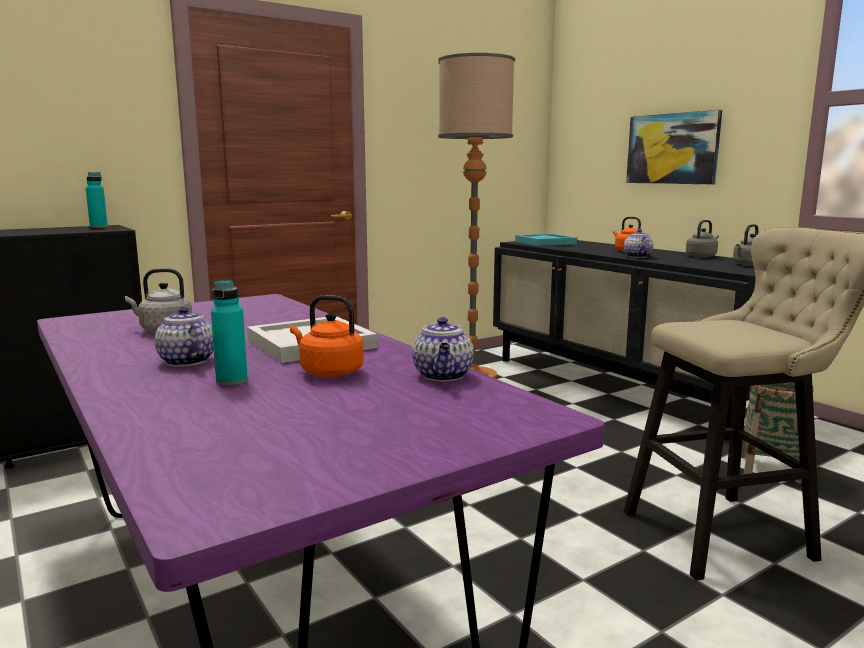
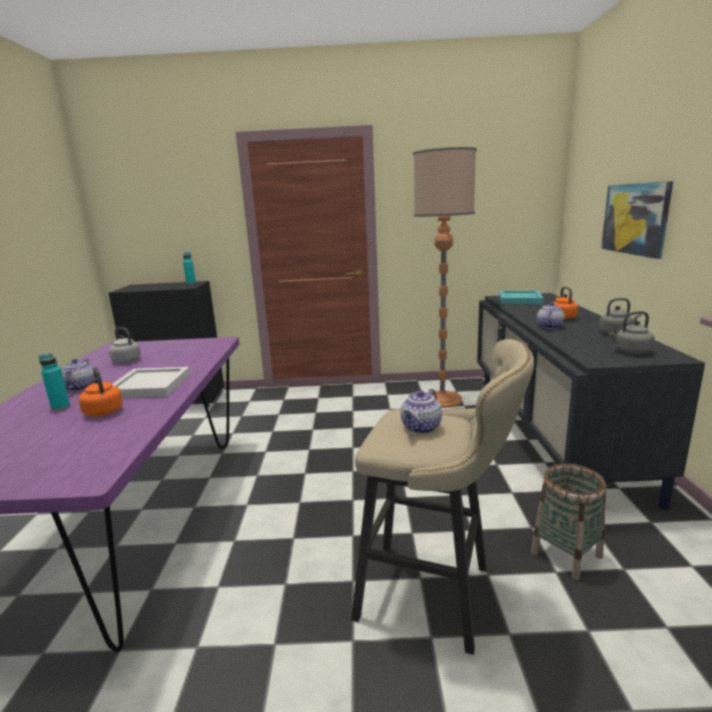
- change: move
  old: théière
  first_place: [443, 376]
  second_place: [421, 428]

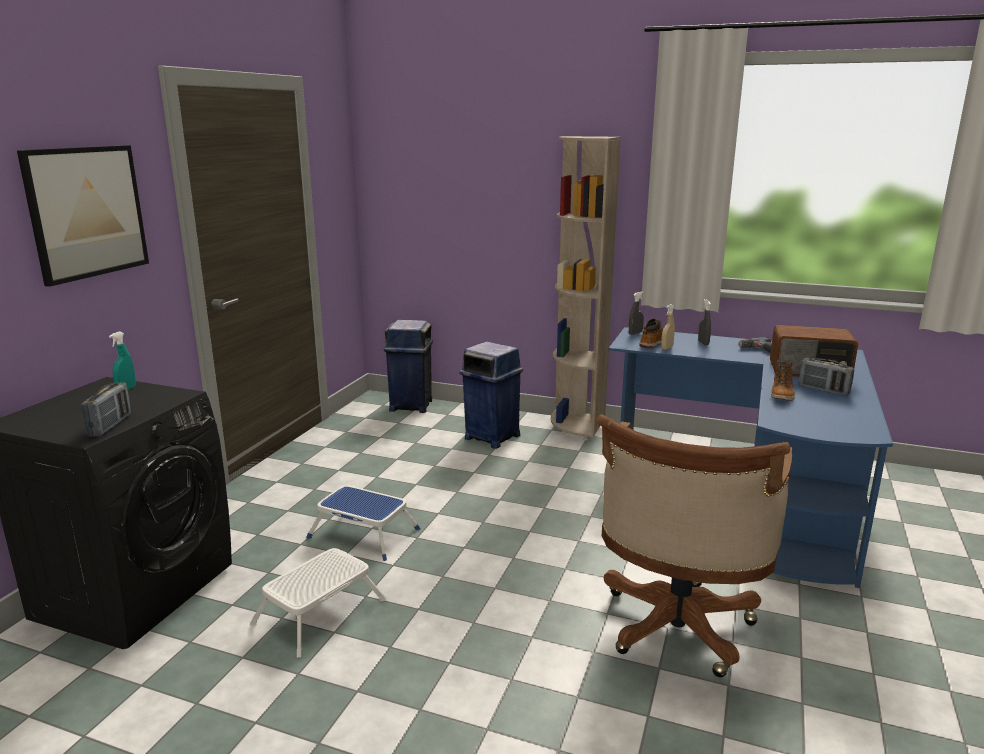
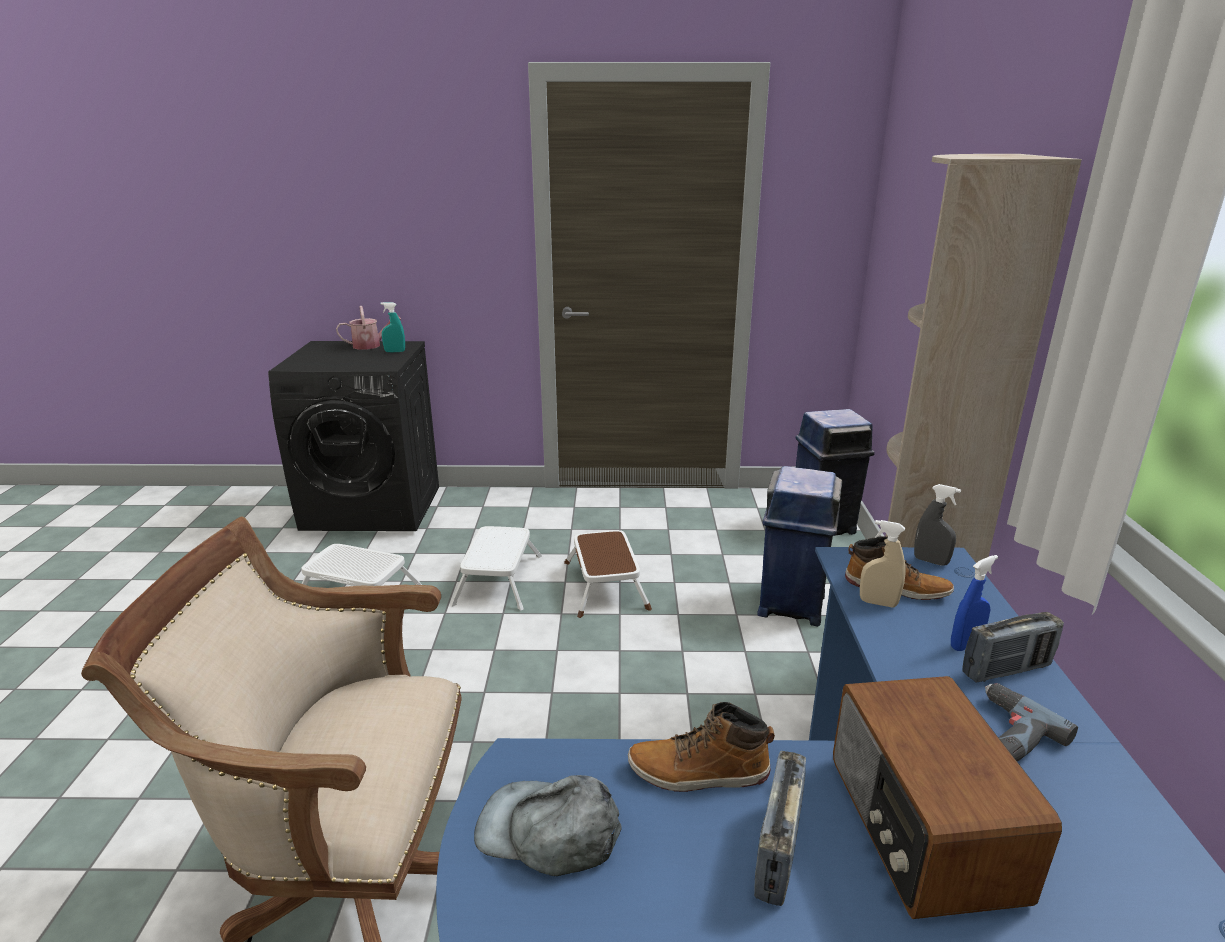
- change: insert
  new: arrosoir
  second_place: [371, 345]
- change: recolor
  old: escabeau [bleu]
  new: escabeau [blanc]
  first_place: [363, 533]
  second_place: [497, 579]
- change: insert
  new: casquette [gris]
  second_place: [548, 831]
- change: insert
  new: escabeau [marron]
  second_place: [605, 585]
- change: recolor
  old: vaporisateur [gris]
  new: vaporisateur [bleu]
  first_place: [703, 343]
  second_place: [965, 644]
- change: move
  old: radio
  first_place: [110, 425]
  second_place: [1006, 670]
- change: delete
  old: tableau
  first_place: [87, 212]

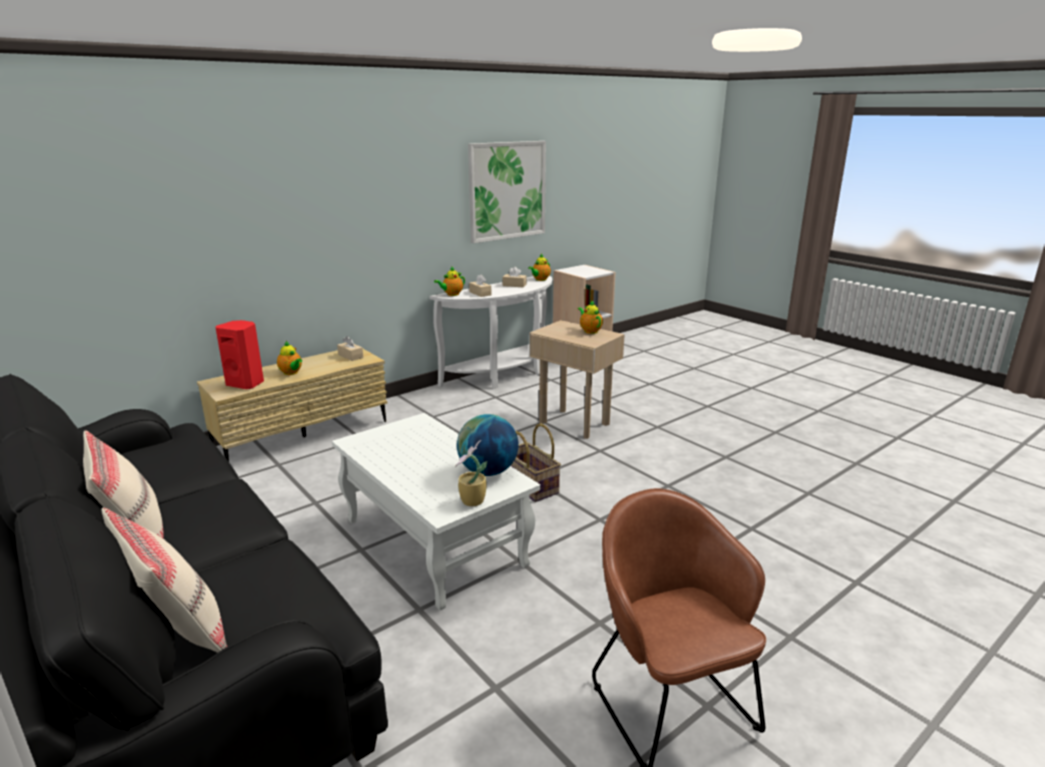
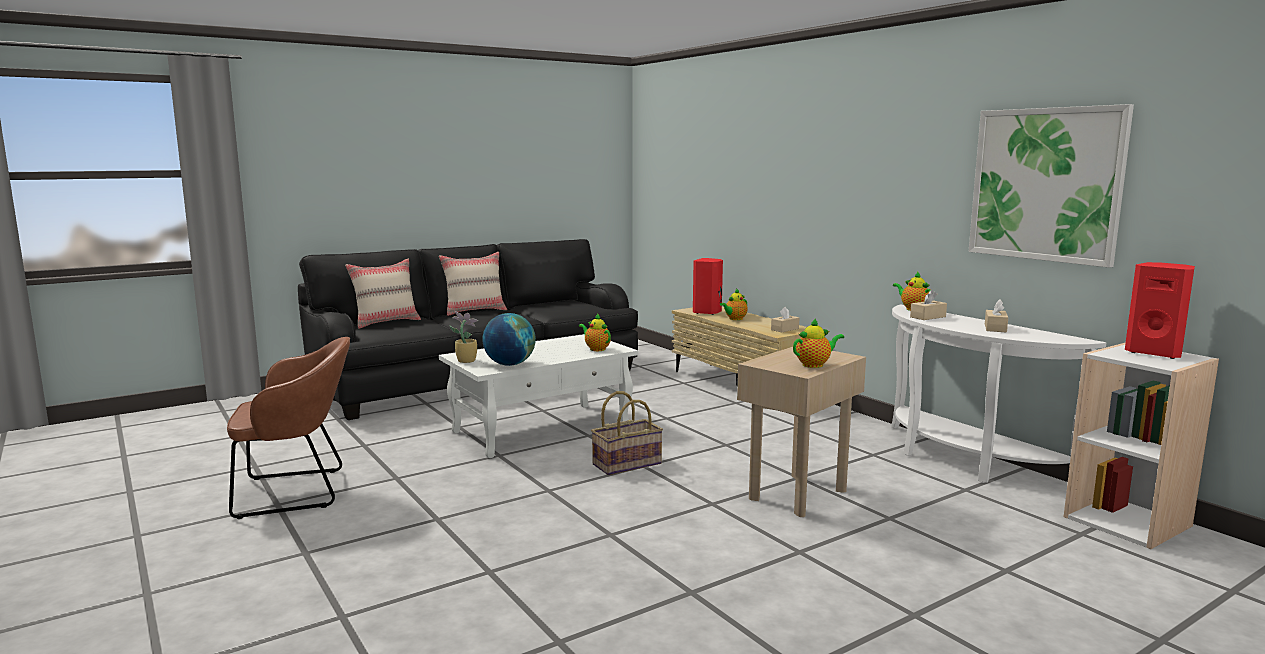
- change: move
  old: théière
  first_place: [540, 279]
  second_place: [596, 349]
- change: insert
  new: enceinte [rouge]
  second_place: [1155, 353]

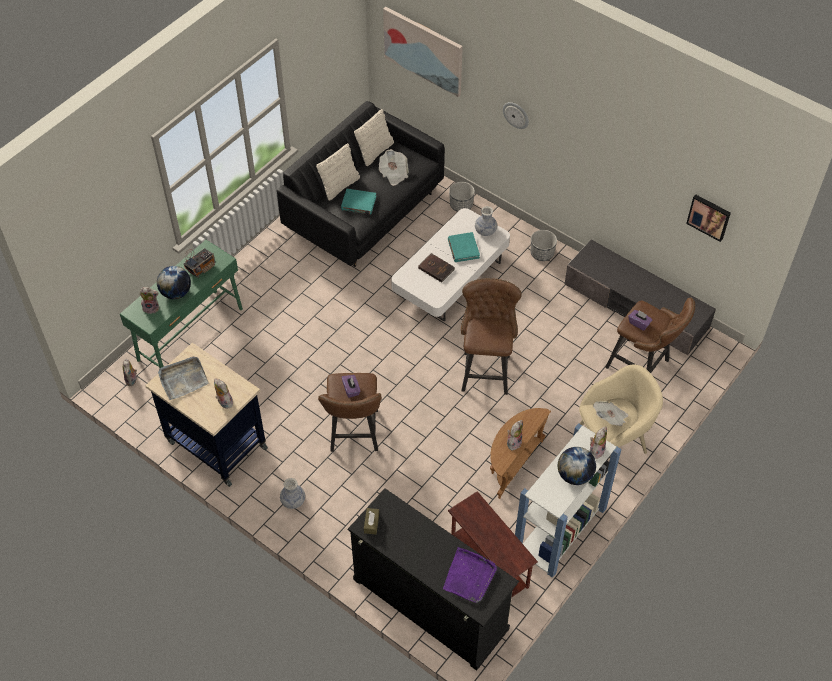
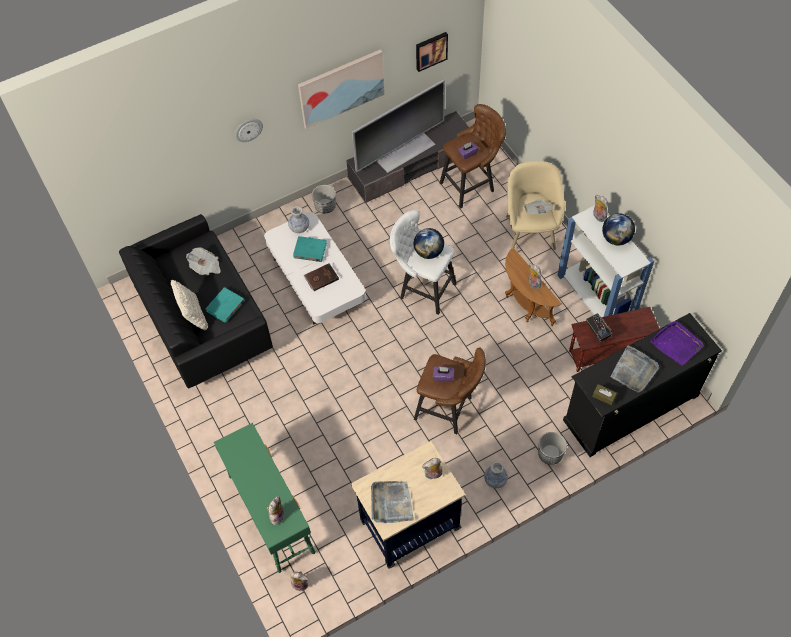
- change: move
  old: tableau
  first_place: [423, 50]
  second_place: [341, 88]
- change: insert
  new: téléviseur
  second_place: [405, 152]
- change: recolor
  old: tabouret [marron]
  new: tabouret [blanc]
  first_place: [486, 366]
  second_place: [422, 288]
- change: move
  old: globe
  first_place: [176, 292]
  second_place: [428, 252]
- change: move
  old: cache-pot
  first_place: [461, 205]
  second_place: [550, 454]
- change: move
  old: radio
  first_place: [201, 268]
  second_place: [597, 332]
- change: insert
  new: plateau [gris]
  second_place: [634, 371]
- change: delete
  old: coussin [beige]
  first_place: [375, 152]

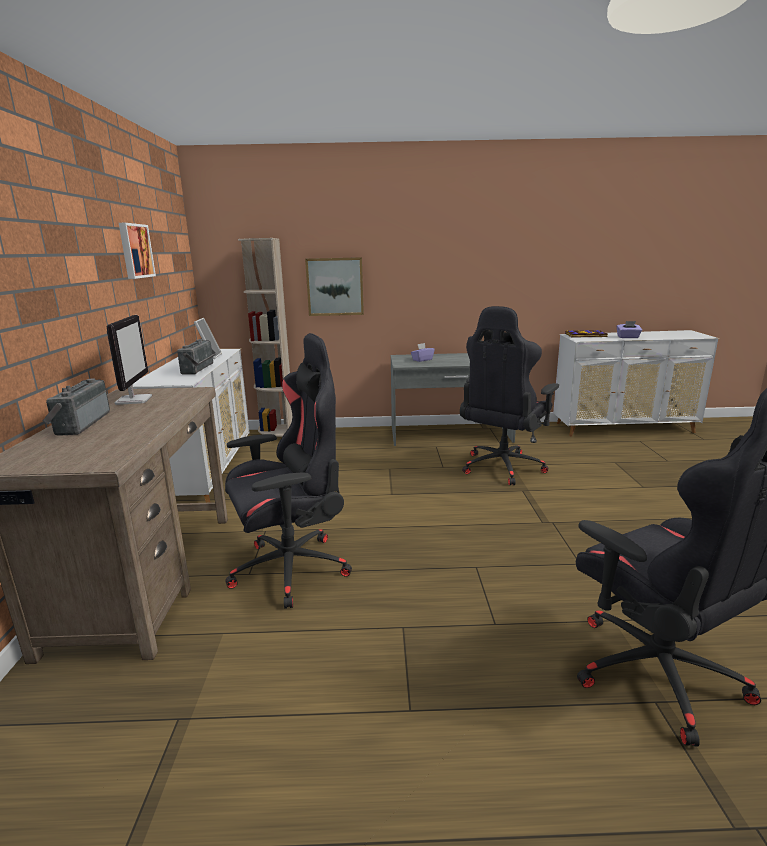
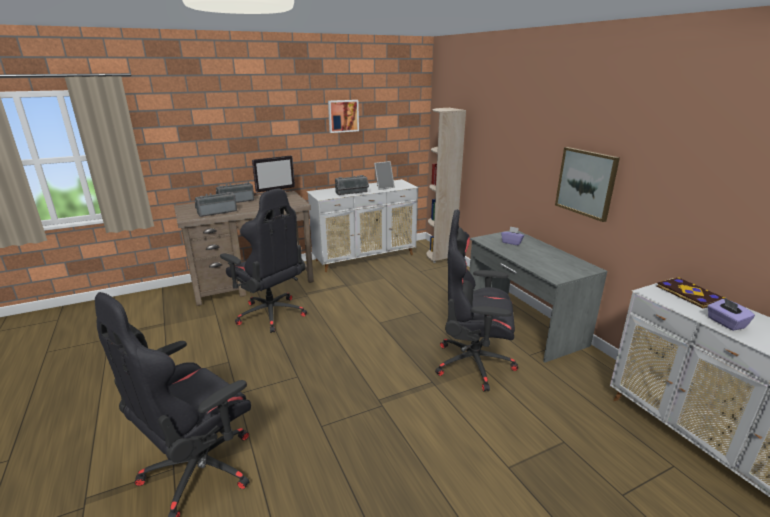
- change: insert
  new: radio
  second_place: [217, 212]
- change: move
  old: tableau
  first_place: [335, 286]
  second_place: [586, 183]

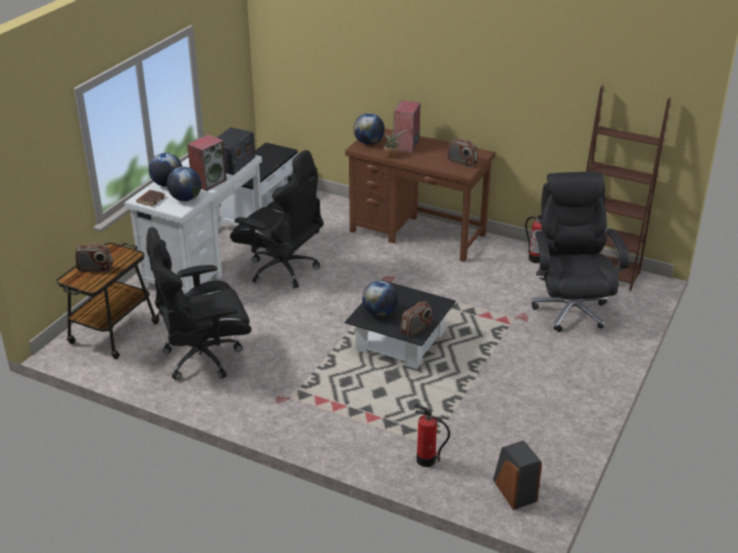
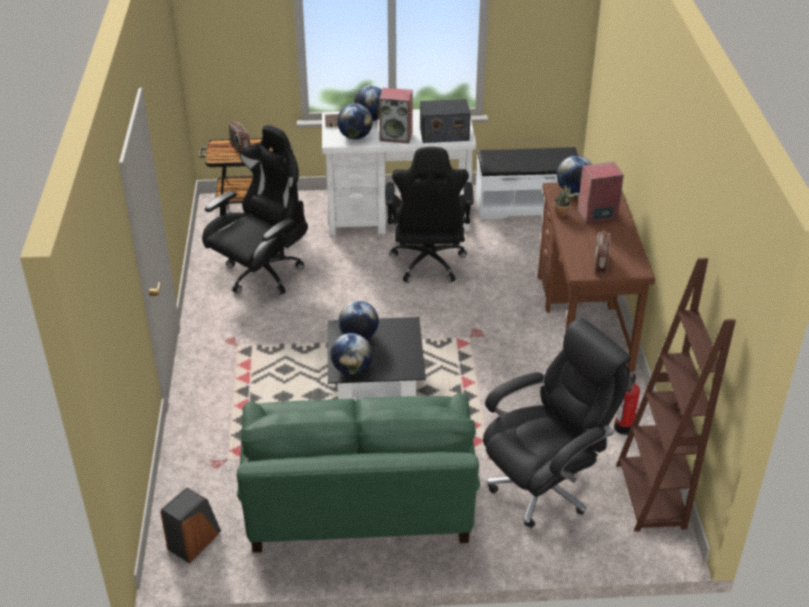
- change: rotate
  old: chaise de bureau [noir]
  first_place: [207, 357]
  second_place: [260, 276]
  degrees: 90
- change: insert
  new: canapé [vert]
  second_place: [359, 507]
- change: replace
  old: radio
  new: globe
  first_place: [416, 329]
  second_place: [351, 369]
- change: delete
  old: extincteur
  first_place: [426, 460]

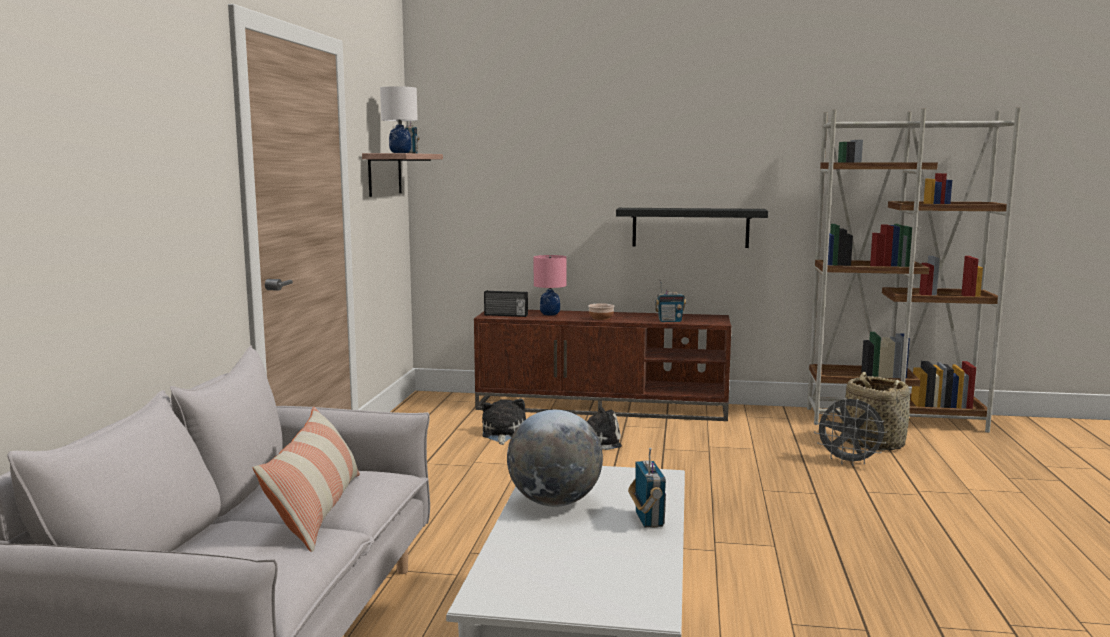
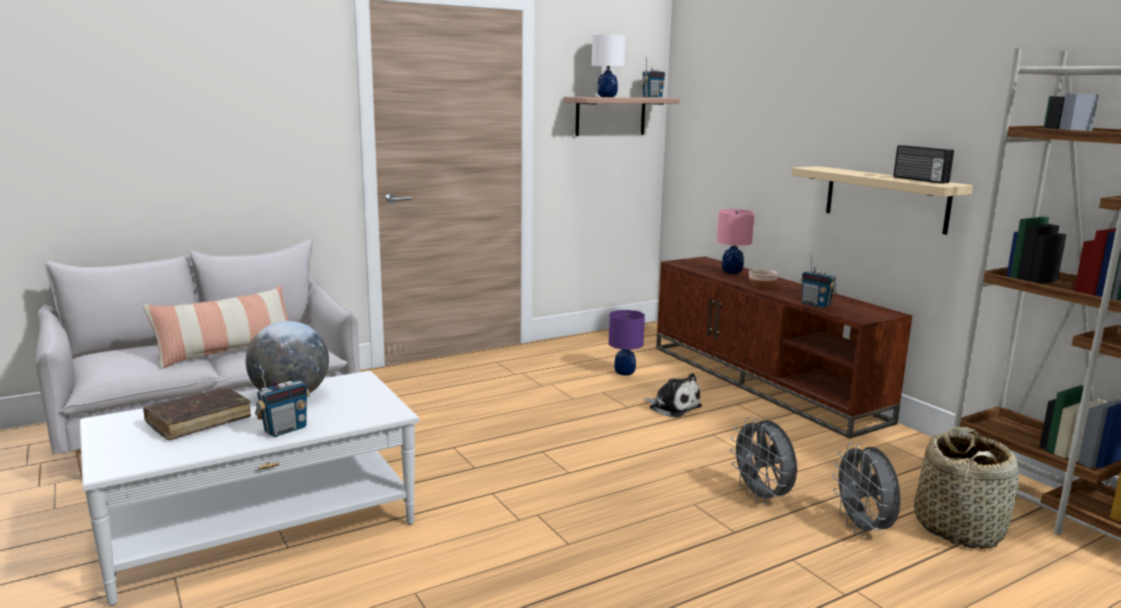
- change: insert
  new: livre [marron]
  second_place: [199, 421]
- change: replace
  old: peluche
  new: lampe de table [violet]
  first_place: [502, 434]
  second_place: [623, 373]
- change: insert
  new: ventilateur [gris]
  second_place: [762, 497]
- change: recolor
  old: étagère [noir]
  new: étagère [beige]
  first_place: [690, 227]
  second_place: [885, 198]
- change: move
  old: radio
  first_place: [505, 315]
  second_place: [919, 180]

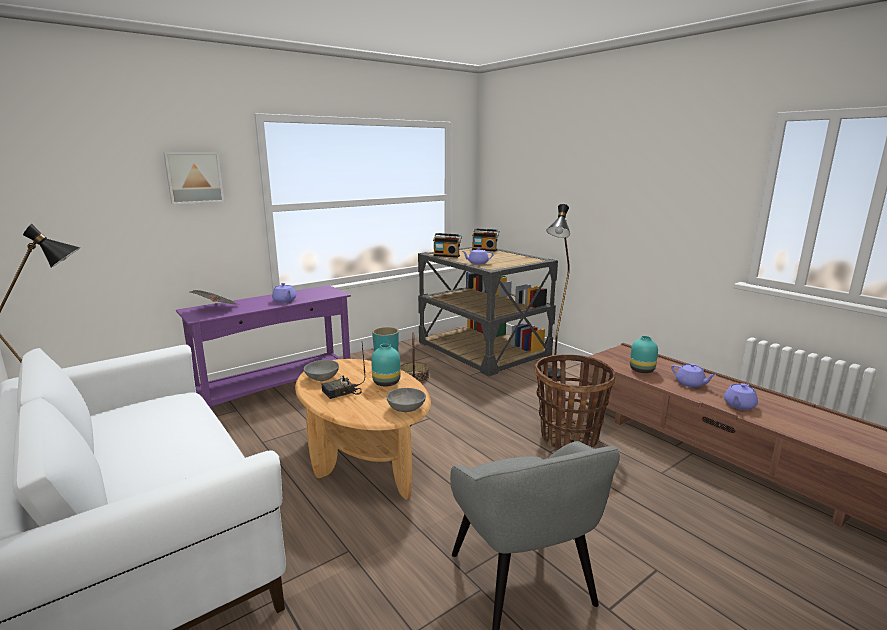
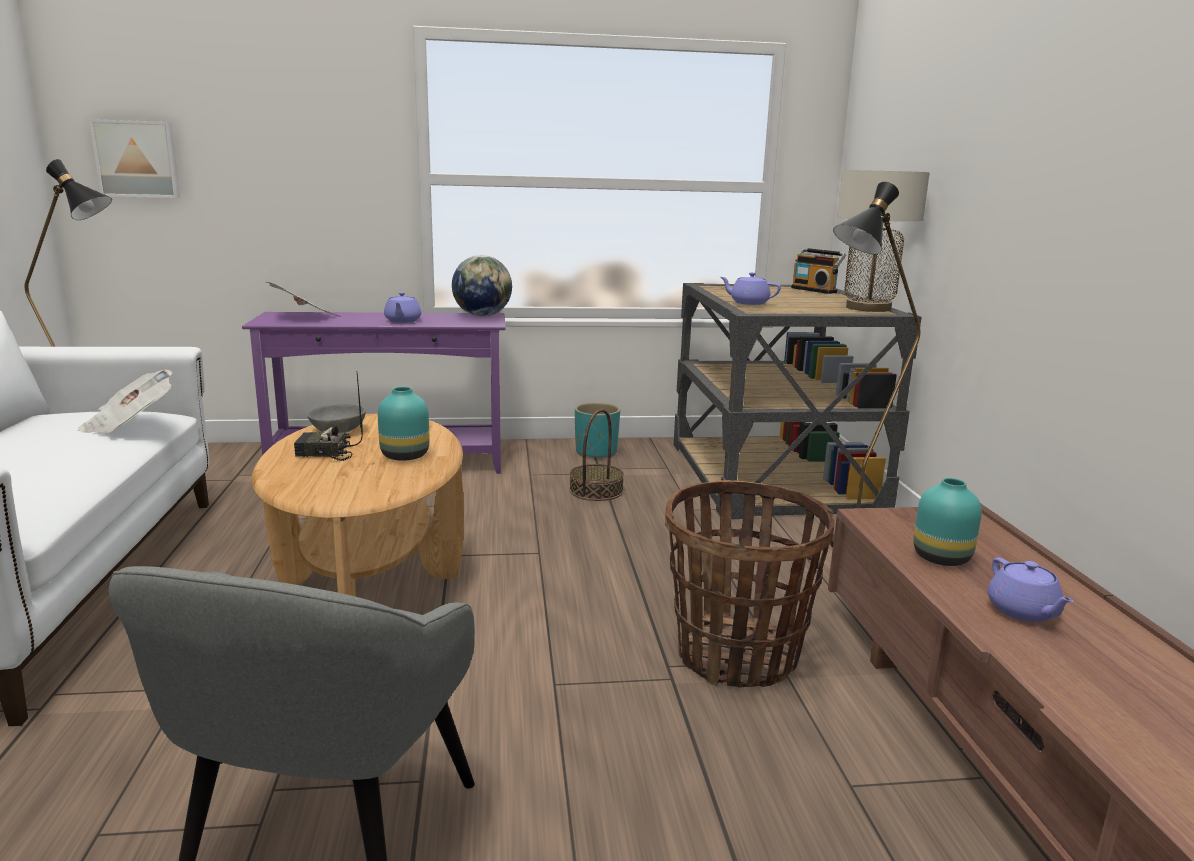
- change: insert
  new: journal
  second_place: [129, 425]
- change: move
  old: tableau
  first_place: [194, 177]
  second_place: [137, 159]
- change: insert
  new: globe
  second_place: [482, 316]
- change: insert
  new: lampe de table
  second_place: [868, 308]
- change: delete
  old: bol [gris]
  first_place: [406, 408]
- change: delete
  old: radio
  first_place: [447, 255]
- change: delete
  old: théière [violet]
  first_place: [739, 405]

